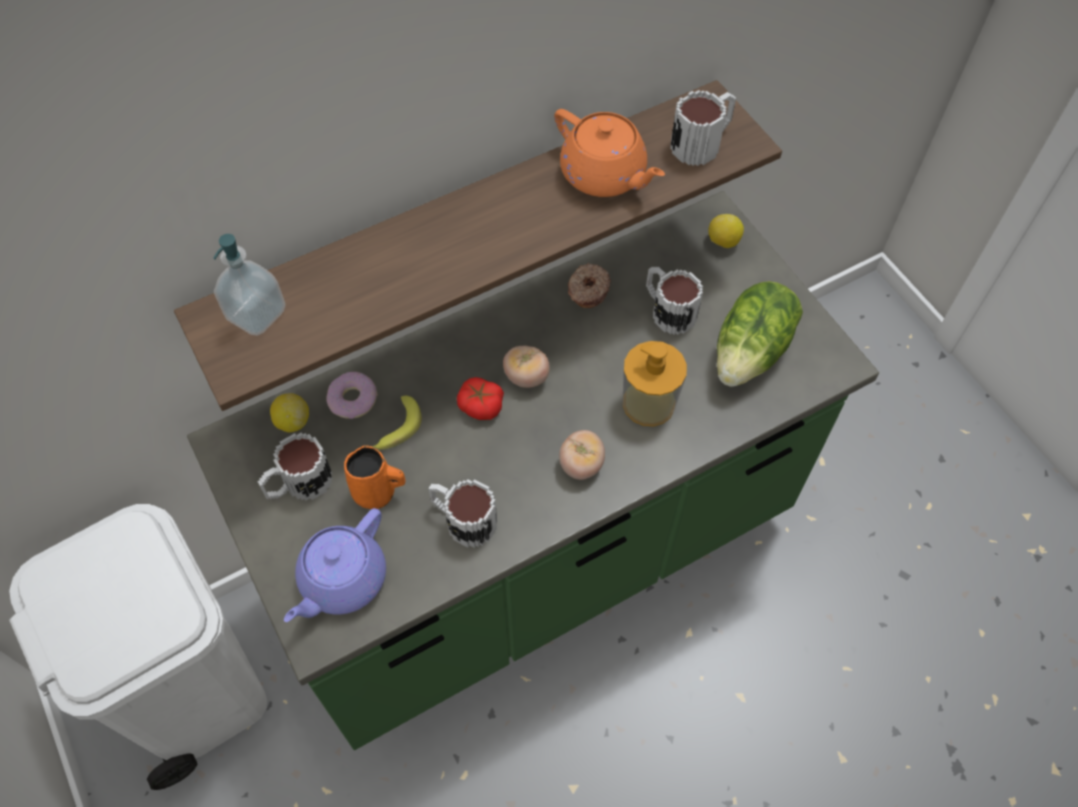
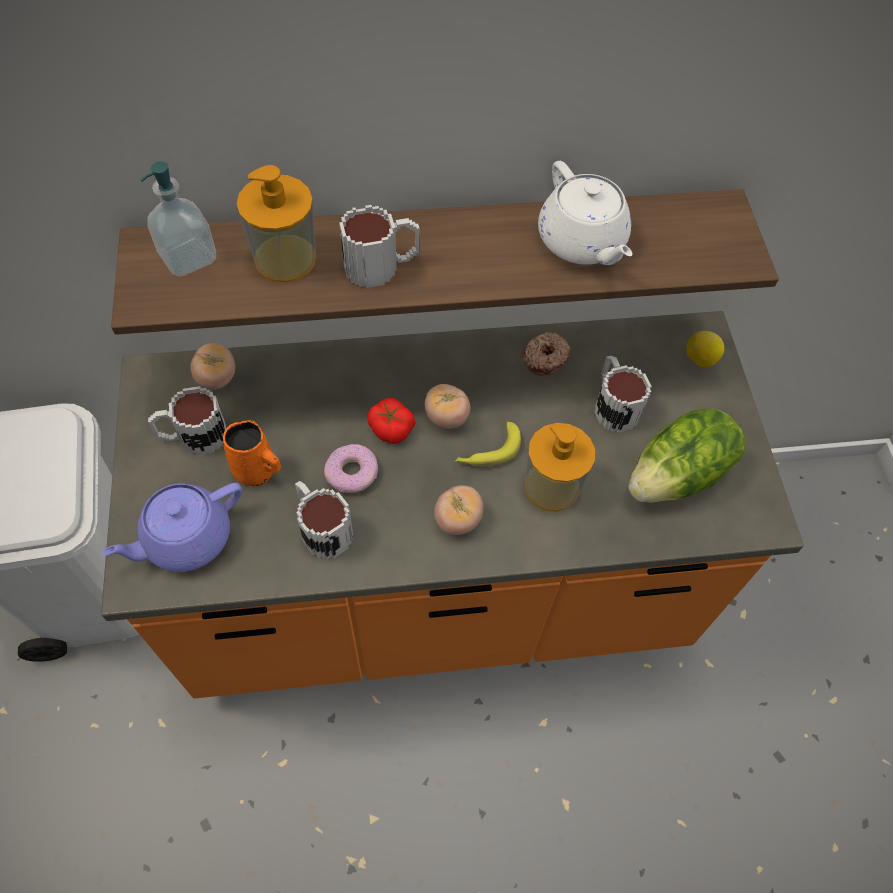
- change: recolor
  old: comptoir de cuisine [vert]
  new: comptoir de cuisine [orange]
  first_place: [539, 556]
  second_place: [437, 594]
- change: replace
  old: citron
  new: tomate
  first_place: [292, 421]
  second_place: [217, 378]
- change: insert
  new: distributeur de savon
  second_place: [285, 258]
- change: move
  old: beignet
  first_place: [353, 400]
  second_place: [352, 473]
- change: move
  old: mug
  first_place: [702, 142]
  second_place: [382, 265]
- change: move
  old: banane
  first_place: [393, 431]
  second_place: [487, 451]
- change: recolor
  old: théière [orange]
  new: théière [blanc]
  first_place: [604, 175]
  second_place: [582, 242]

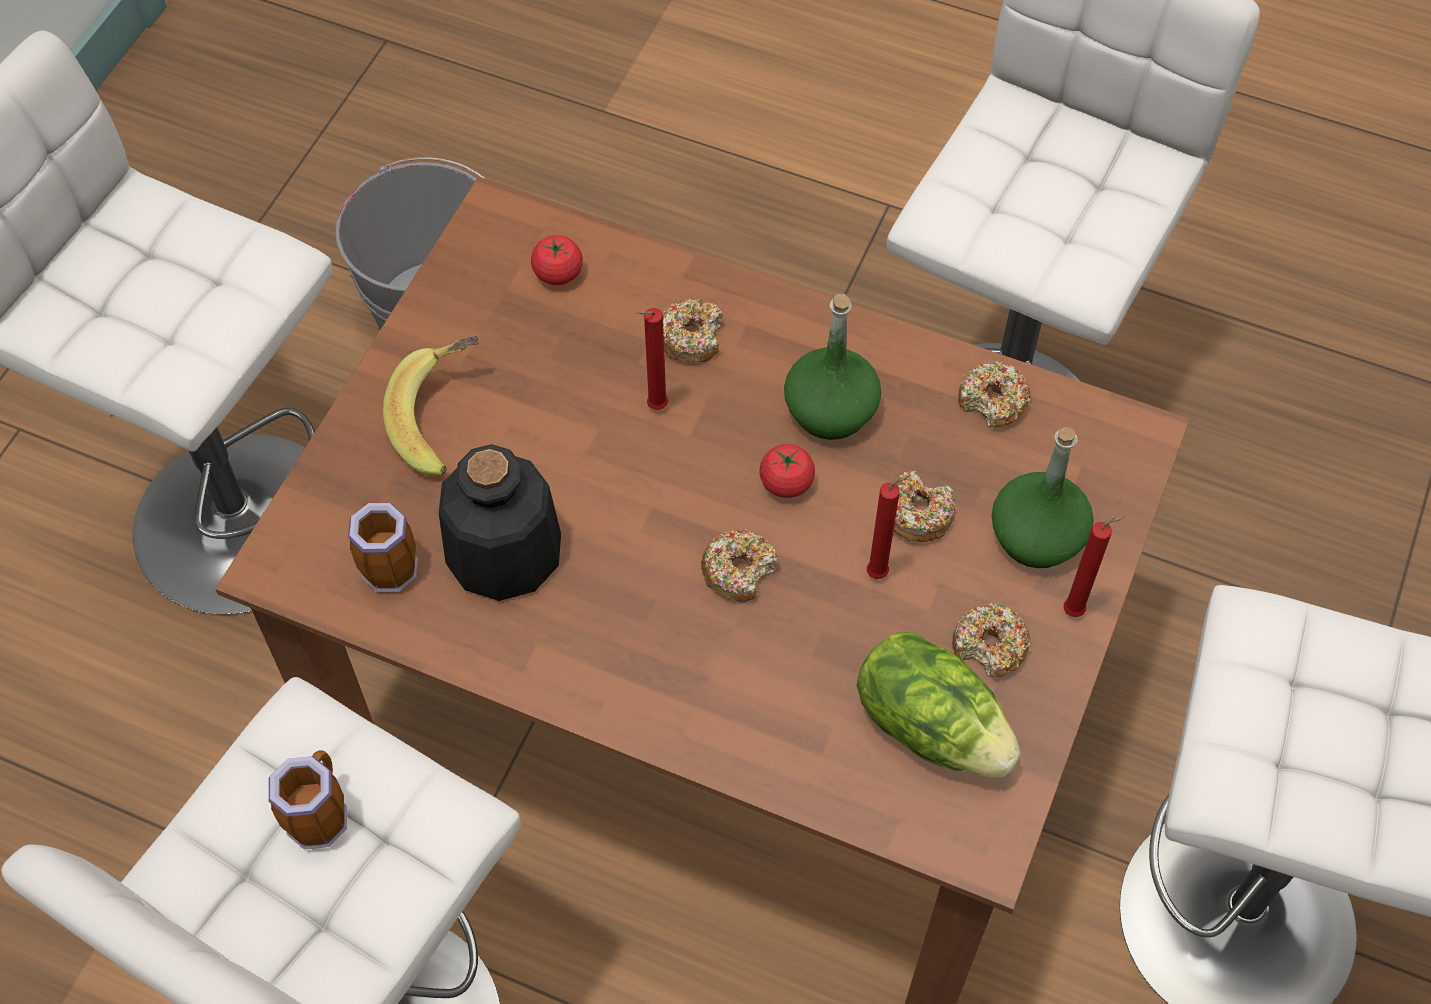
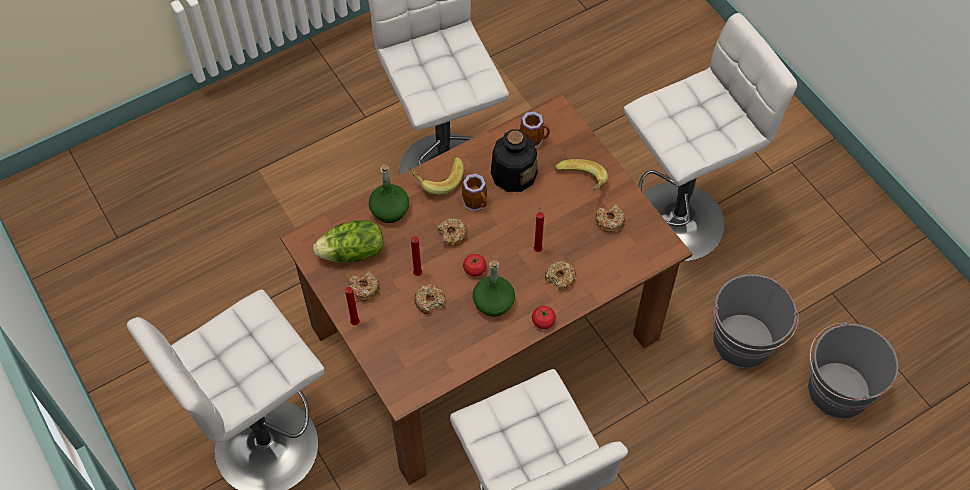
- change: move
  old: bouteille [vert]
  first_place: [1036, 536]
  second_place: [390, 210]
- change: insert
  new: banane
  second_place: [436, 179]
- change: move
  old: mug
  first_place: [317, 815]
  second_place: [476, 203]
- change: move
  old: tomate
  first_place: [558, 273]
  second_place: [543, 322]
- change: move
  old: beignet
  first_place: [993, 401]
  second_place: [609, 221]
- change: insert
  new: seau [gris]
  second_place: [837, 390]

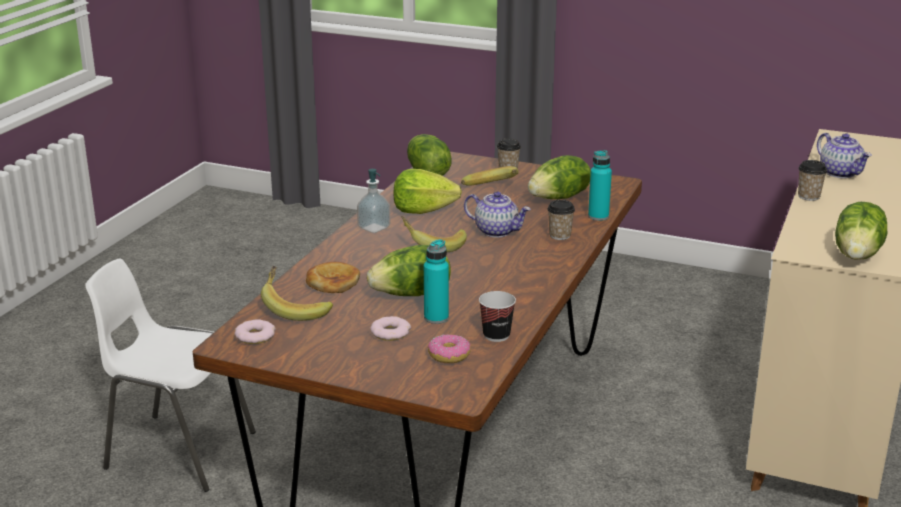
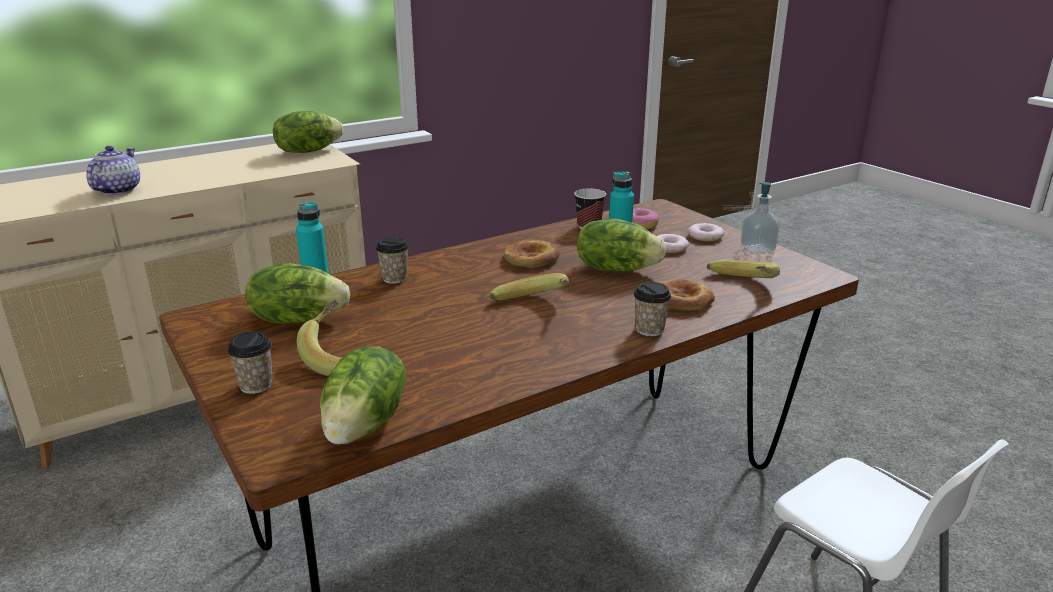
- change: insert
  new: pain
  second_place: [531, 258]
- change: move
  old: tasse
  first_place: [808, 196]
  second_place: [649, 330]
- change: move
  old: beignet
  first_place: [255, 336]
  second_place: [705, 236]
- change: move
  old: distributeur de savon
  first_place: [374, 228]
  second_place: [757, 249]
- change: delete
  old: laitue
  first_place: [423, 210]
- change: delete
  old: théière
  first_place: [497, 231]

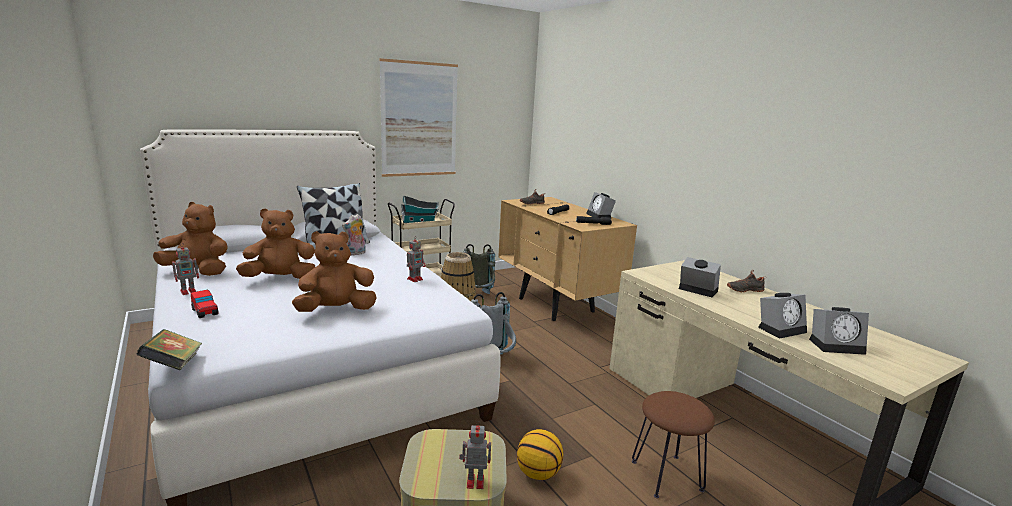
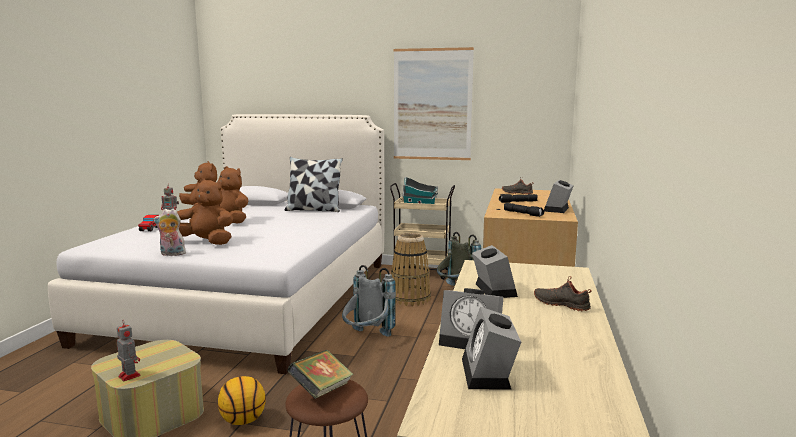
- change: move
  old: peluche
  first_place: [355, 253]
  second_place: [171, 254]
- change: move
  old: livre
  first_place: [174, 366]
  second_place: [321, 390]
- change: rotate
  old: réveil
  first_place: [836, 345]
  second_place: [489, 374]
  degrees: 45
- change: delete
  old: robot jouet
  first_place: [415, 279]

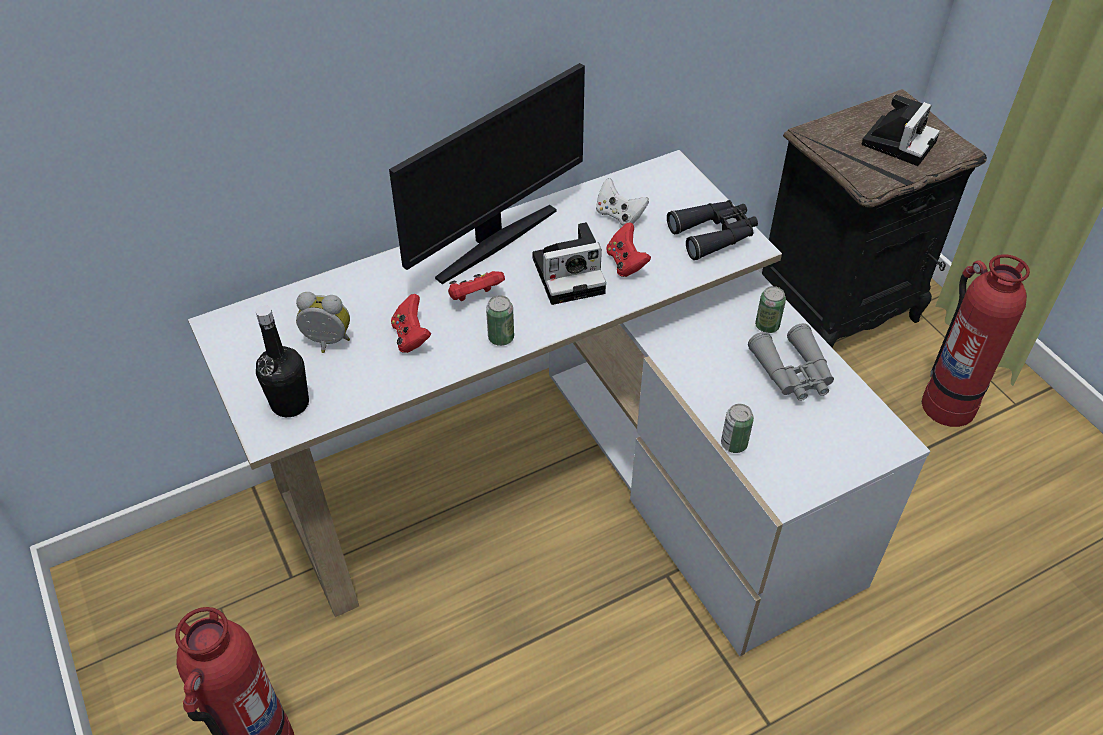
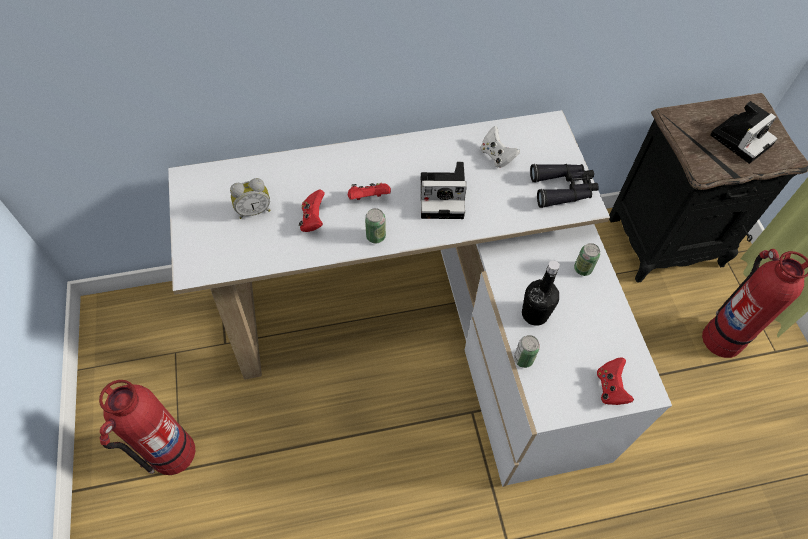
- change: rotate
  old: réveil
  first_place: [327, 343]
  second_place: [254, 210]
  degrees: 135
- change: move
  old: bouteille [noir]
  first_place: [290, 404]
  second_place: [534, 314]
- change: move
  old: manette [rouge]
  first_place: [626, 263]
  second_place: [610, 387]
- change: delete
  old: écran d'ordinateur
  first_place: [494, 241]
- change: delete
  old: jumelles [gris]
  first_place: [793, 373]

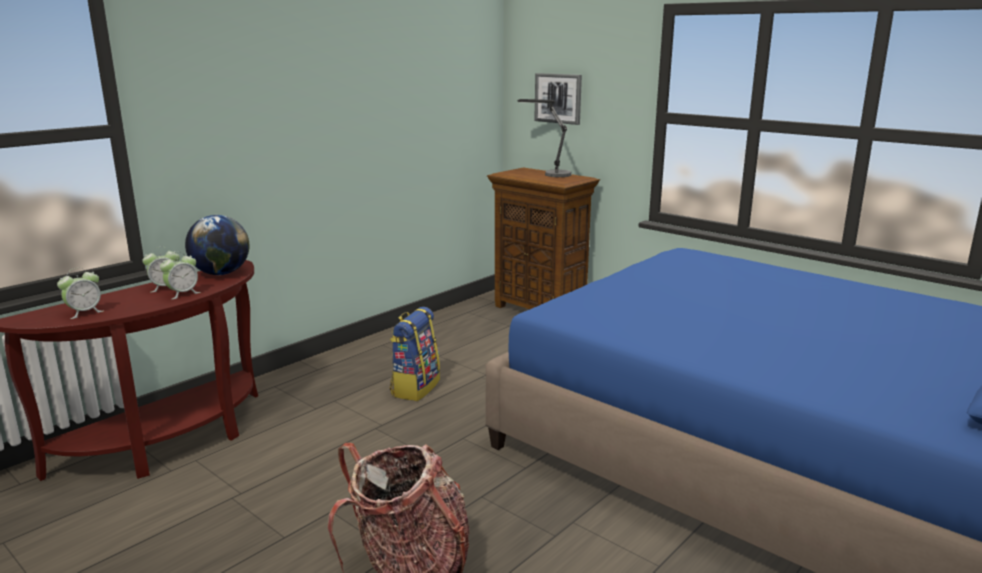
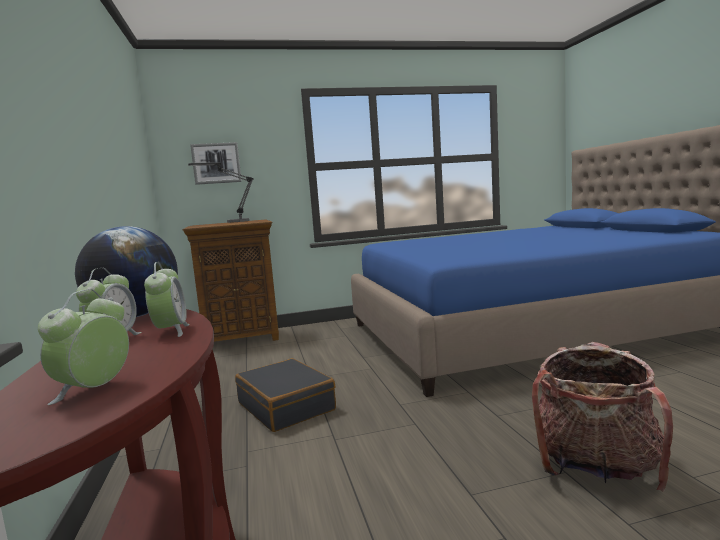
- change: rotate
  old: réveil
  first_place: [84, 312]
  second_place: [94, 391]
  degrees: -150
- change: replace
  old: sac à dos
  new: valise [noir]
  first_place: [415, 387]
  second_place: [286, 406]

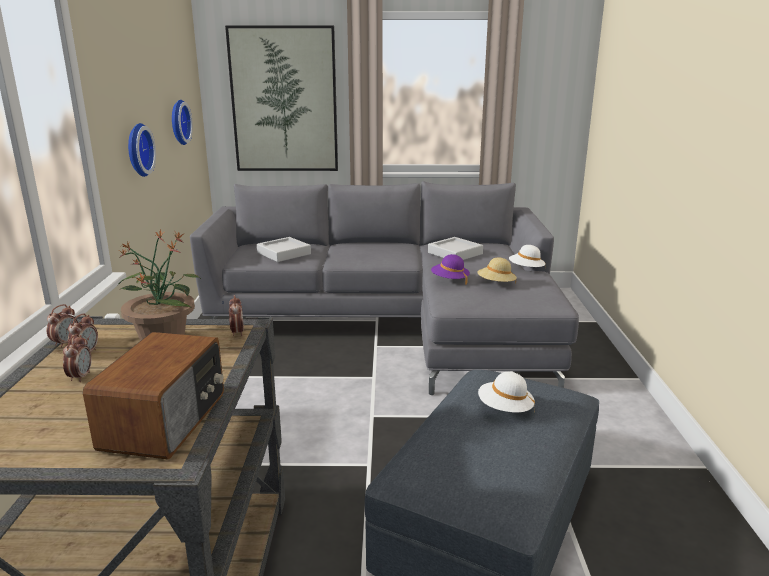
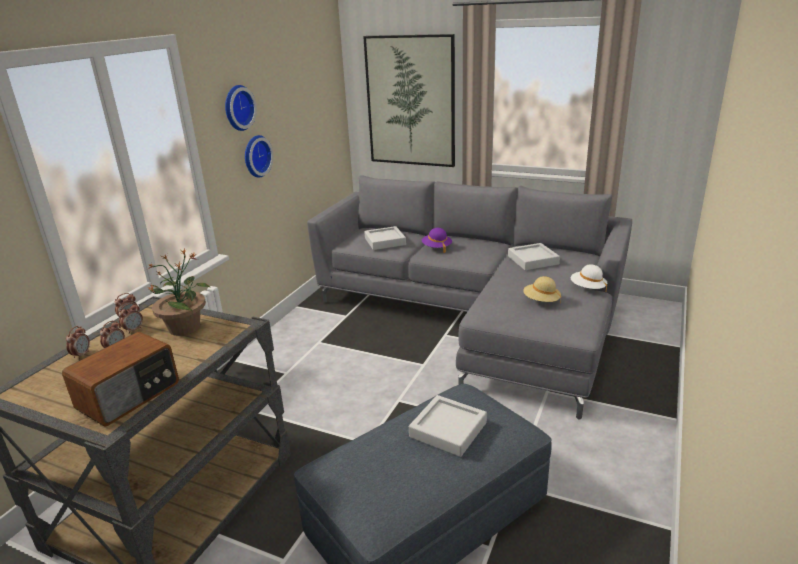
- change: move
  old: réveil
  first_place: [237, 332]
  second_place: [81, 355]
- change: move
  old: horloge murale
  first_place: [178, 122]
  second_place: [237, 108]
- change: replace
  old: chapeau [blanc]
  new: plateau [gris]
  first_place: [505, 409]
  second_place: [448, 430]
- change: move
  old: chapeau [violet]
  first_place: [449, 280]
  second_place: [436, 248]

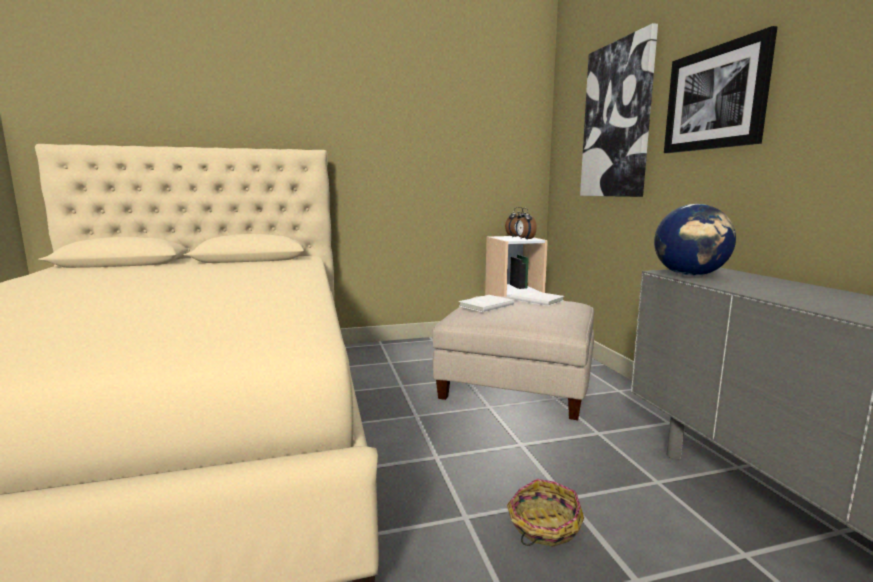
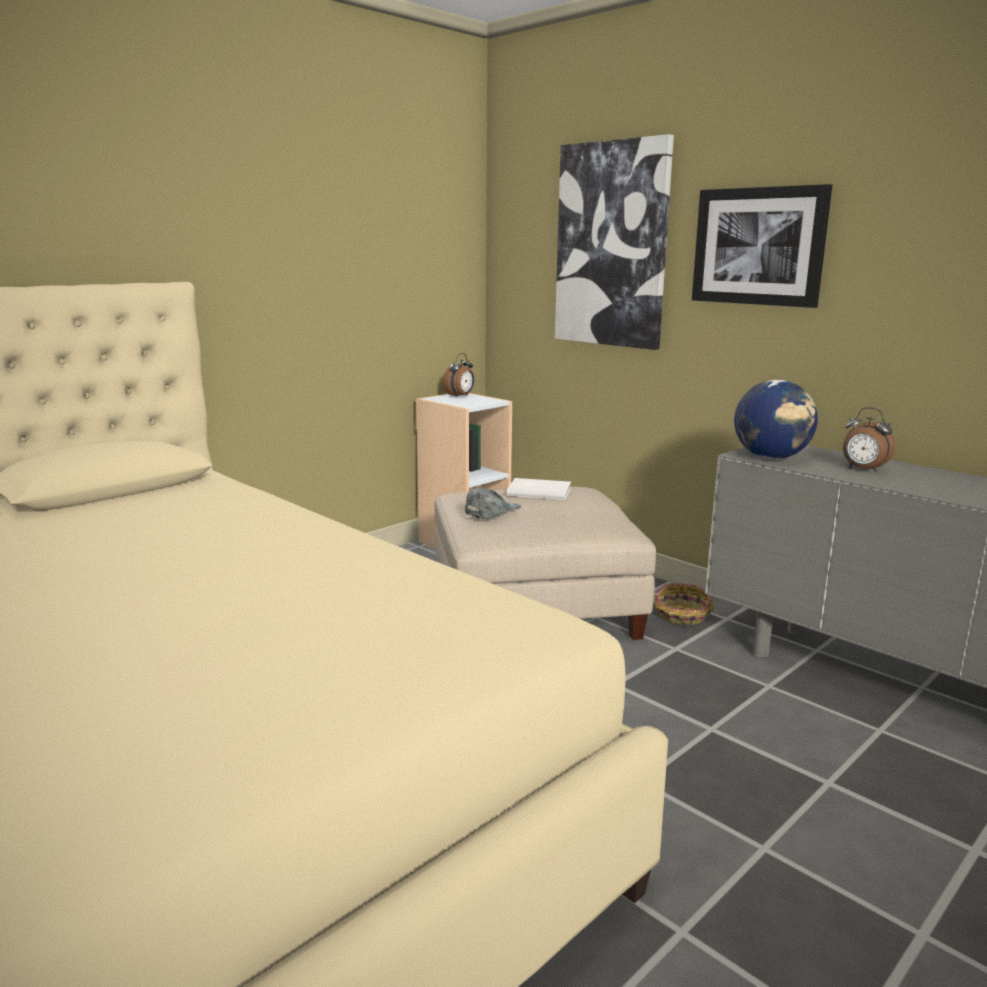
- change: replace
  old: livre [blanc]
  new: casquette [gris]
  first_place: [484, 305]
  second_place: [491, 511]
- change: move
  old: panier
  first_place: [543, 526]
  second_place: [681, 615]
- change: move
  old: réveil
  first_place: [524, 239]
  second_place: [863, 469]

